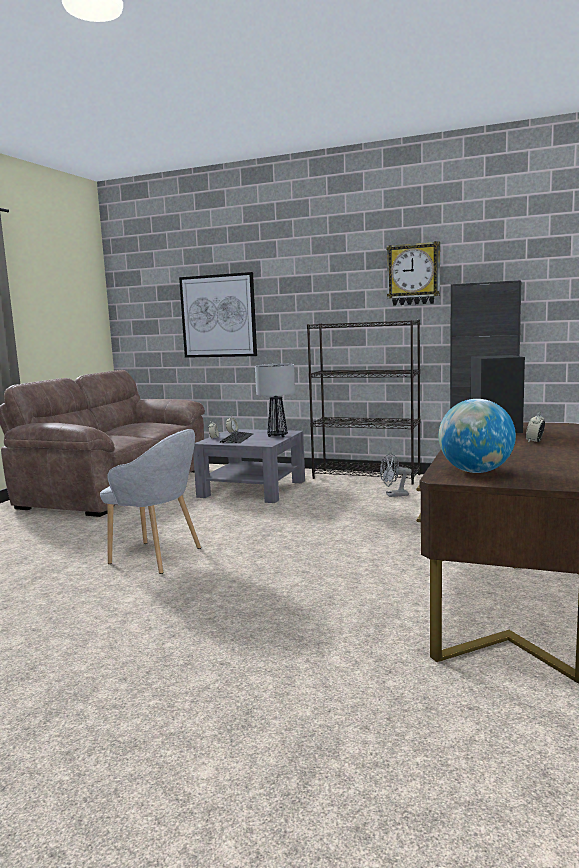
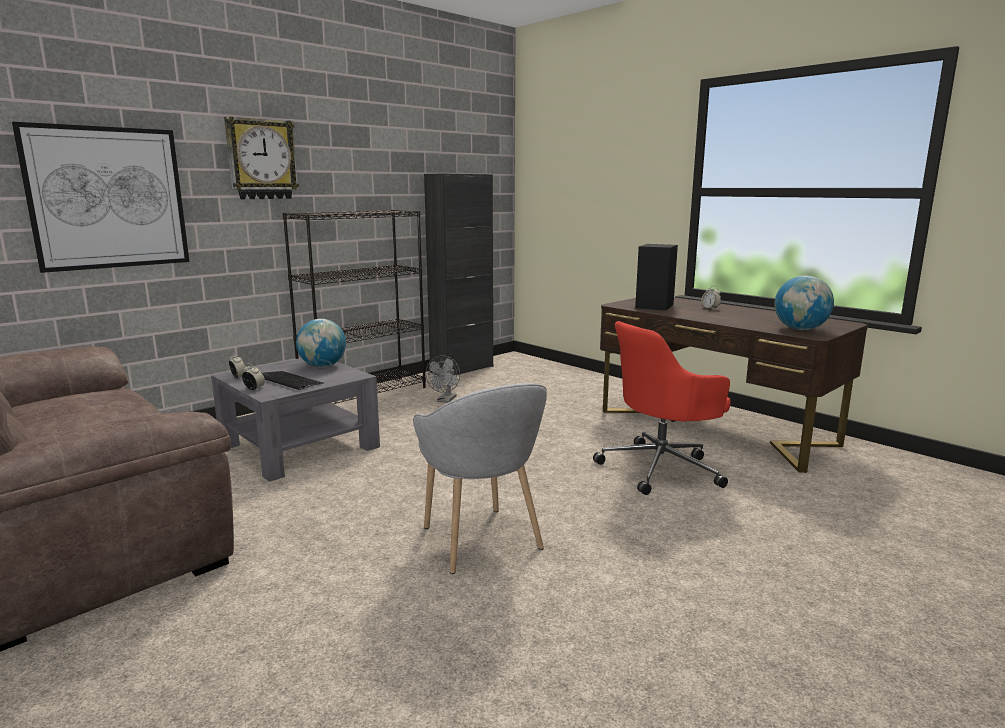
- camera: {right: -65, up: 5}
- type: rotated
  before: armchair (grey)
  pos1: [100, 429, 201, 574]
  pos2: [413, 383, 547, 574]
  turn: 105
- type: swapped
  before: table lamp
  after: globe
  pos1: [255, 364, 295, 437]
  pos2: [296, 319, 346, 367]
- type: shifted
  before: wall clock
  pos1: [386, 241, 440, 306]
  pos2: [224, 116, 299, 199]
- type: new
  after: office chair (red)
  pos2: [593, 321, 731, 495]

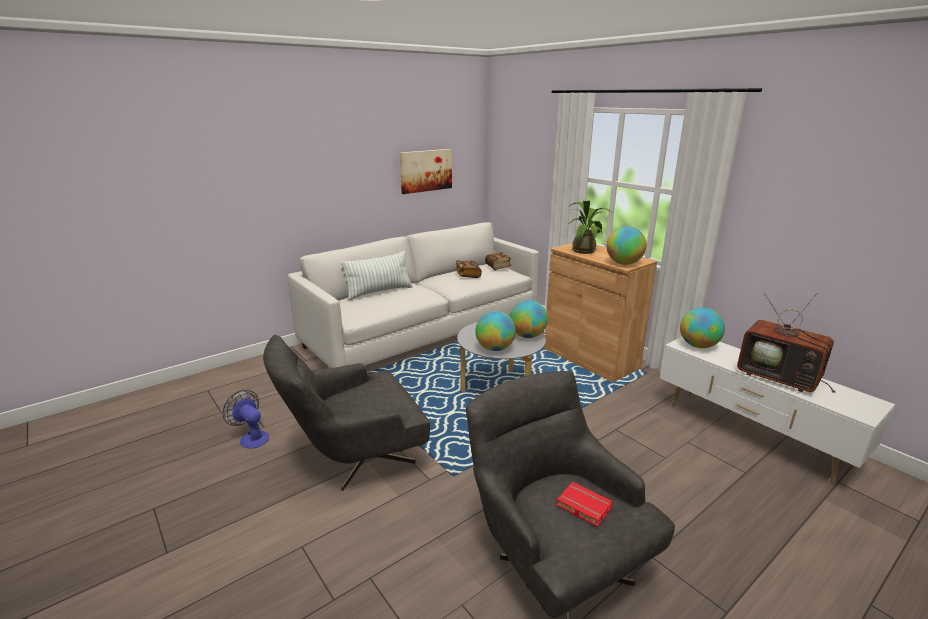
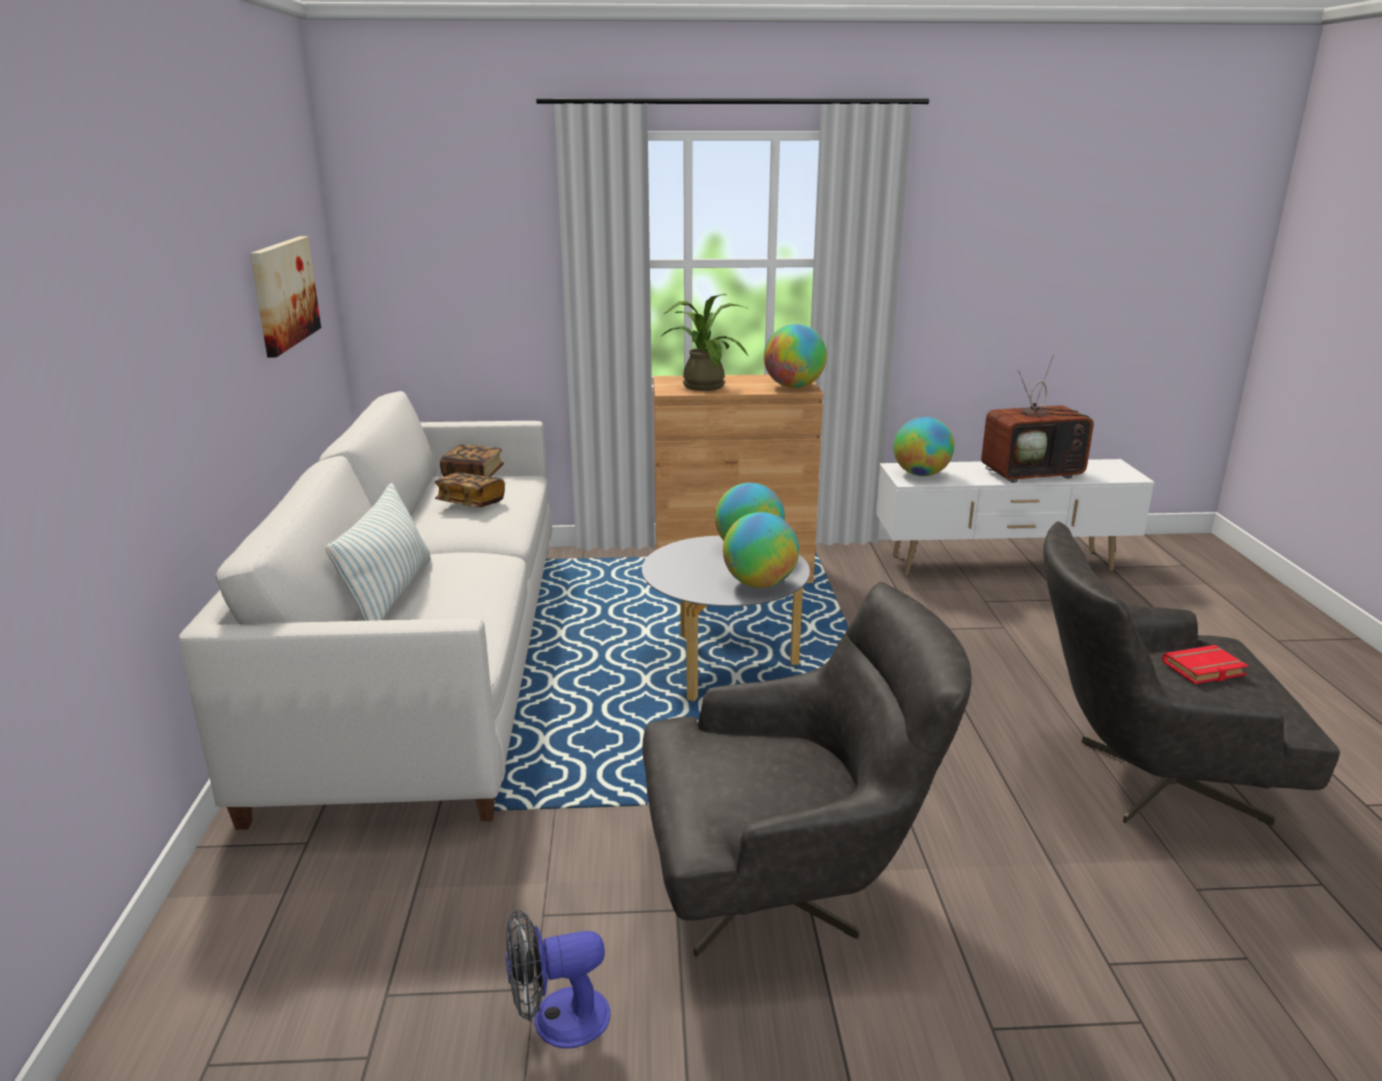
- camera: {right: -55, up: 0}
- type: rotated
  before: armchair (grey)
  pos1: [263, 335, 430, 491]
  pos2: [642, 582, 972, 957]
  turn: -105

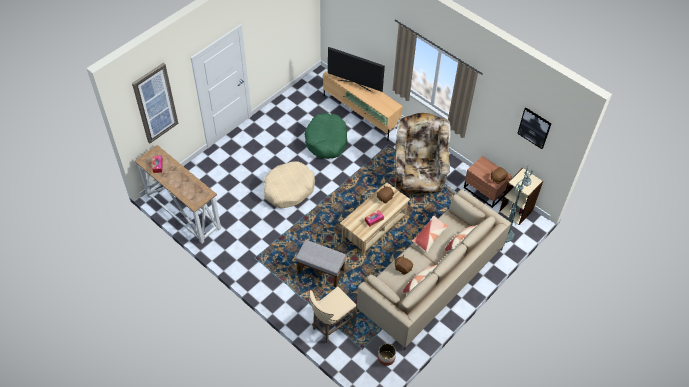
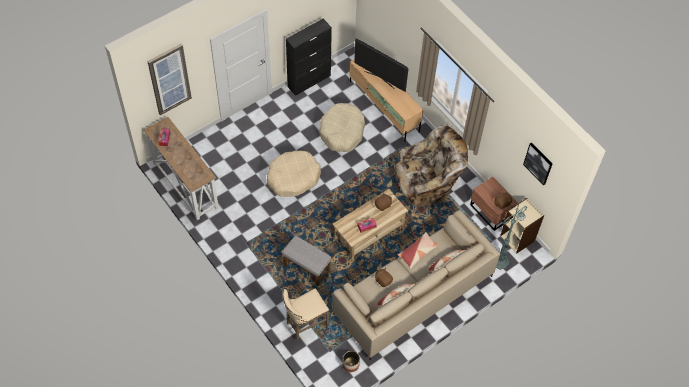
- camera: {right: 10, up: 5}
- type: repainted
  before: dog bed (green)
  after: dog bed (beige)
  pos1: [305, 113, 347, 159]
  pos2: [319, 103, 365, 152]
- type: rotated
  before: armchair (beige)
  pos1: [394, 113, 451, 194]
  pos2: [394, 124, 468, 207]
  turn: 60
- type: new
  after: cabinet (black)
  pos2: [286, 19, 332, 96]

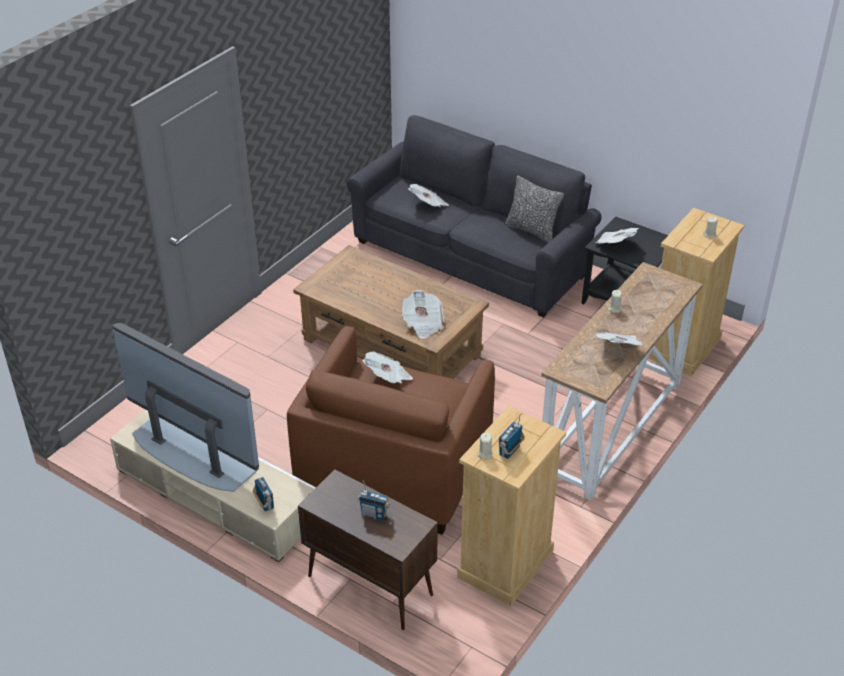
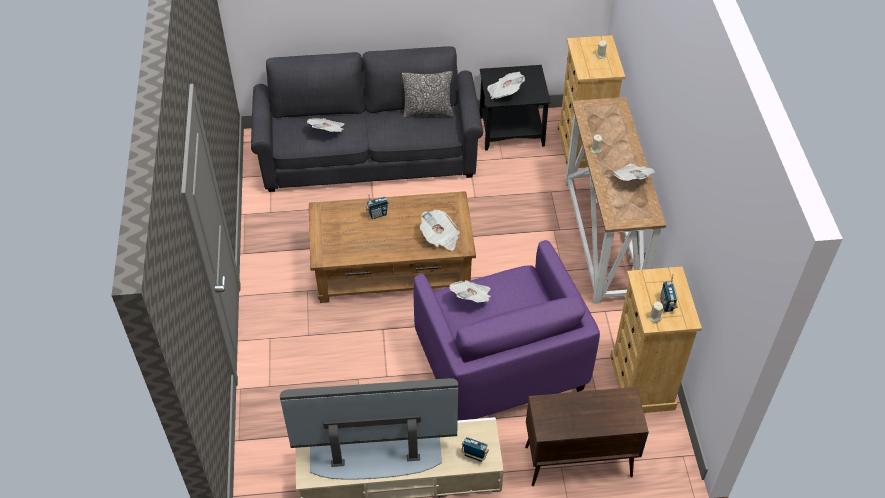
- camera: {right: -40, up: 10}
- type: repainted
  before: armchair (brown)
  after: armchair (purple)
  pos1: [287, 326, 495, 535]
  pos2: [413, 240, 600, 420]
- type: shifted
  before: radio
  pos1: [358, 480, 390, 521]
  pos2: [366, 194, 389, 219]

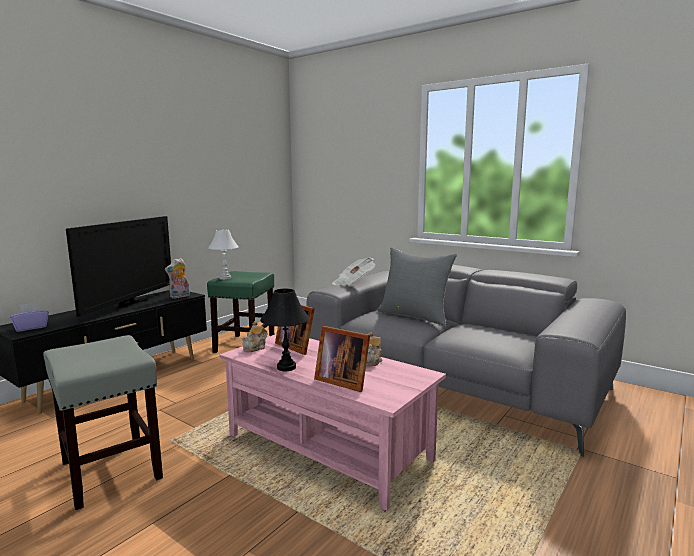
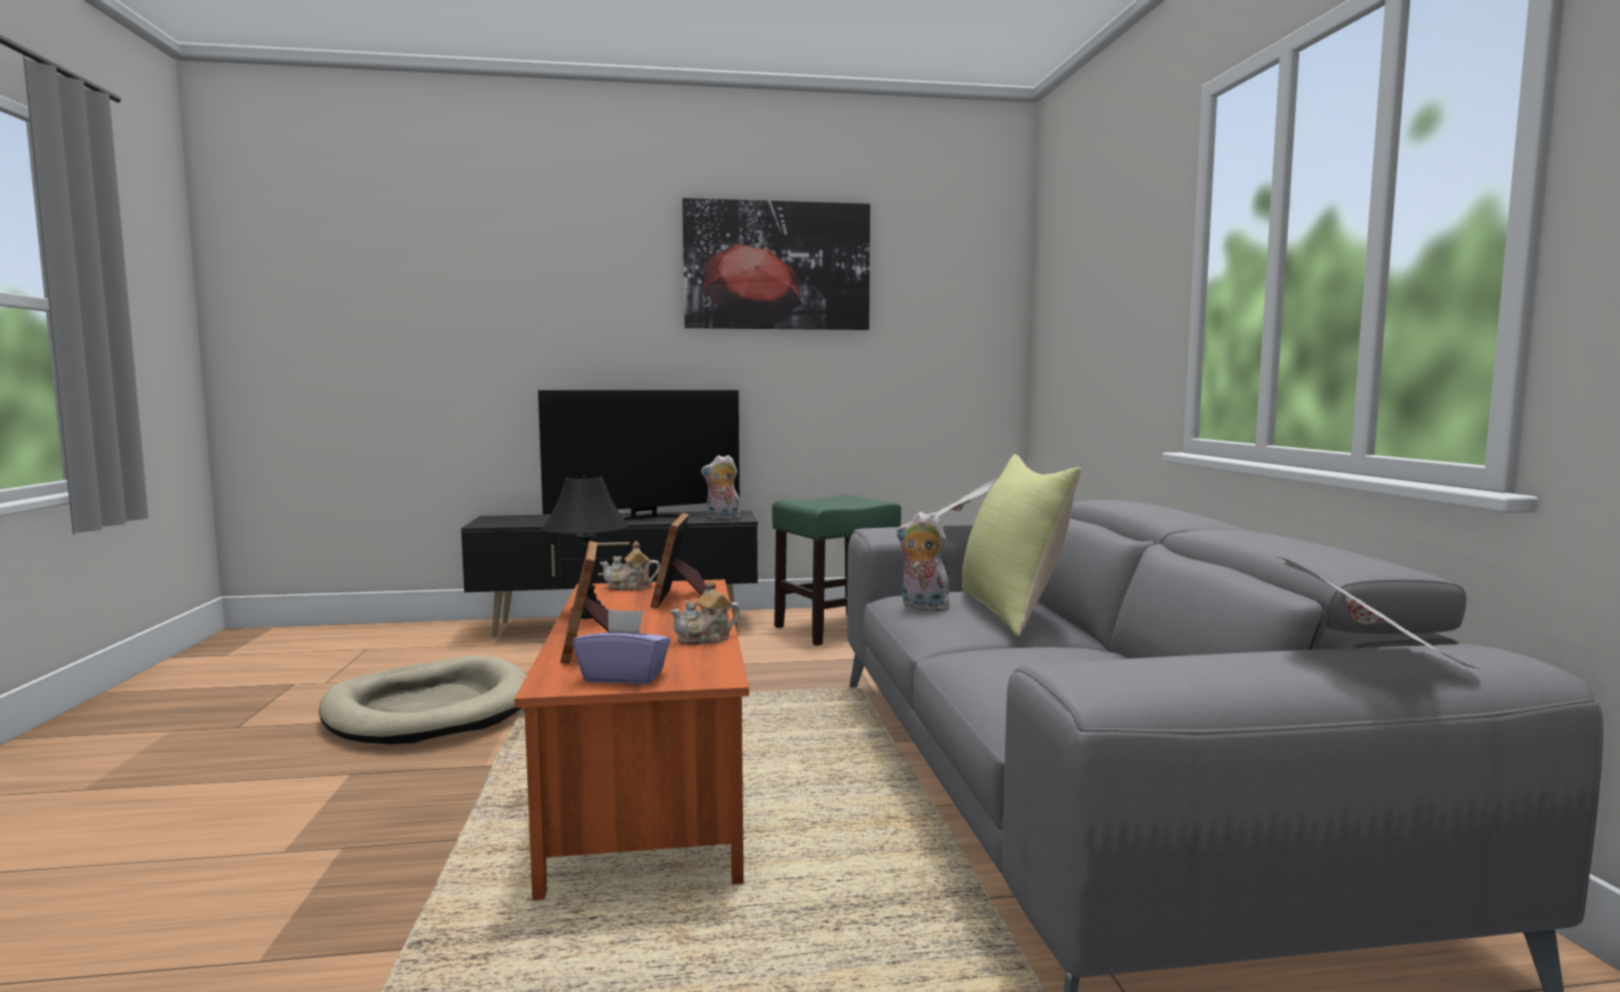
- camera: {right: 45, up: -5}
- type: shifted
  before: tissue box (purple)
  pos1: [10, 303, 49, 332]
  pos2: [573, 609, 671, 684]
- type: swapped
  before: stool (grey)
  after: dog bed (beige)
  pos1: [43, 335, 163, 510]
  pos2: [319, 655, 527, 744]
- type: gone
  before: table lamp (white)
  pos1: [208, 229, 239, 280]
- type: repainted
  before: coffee table (pink)
  after: coffee table (orange)
  pos1: [219, 334, 446, 510]
  pos2: [514, 580, 749, 901]
- type: repainted
  before: pillow (grey)
  after: pillow (yellow)
  pos1: [377, 247, 457, 326]
  pos2: [962, 454, 1081, 636]
- type: new
  after: picture
  pos2: [682, 198, 870, 330]
- type: new
  after: plush toy
  pos2: [896, 512, 950, 612]
- type: new
  after: newspaper
  pos2: [1278, 557, 1480, 669]

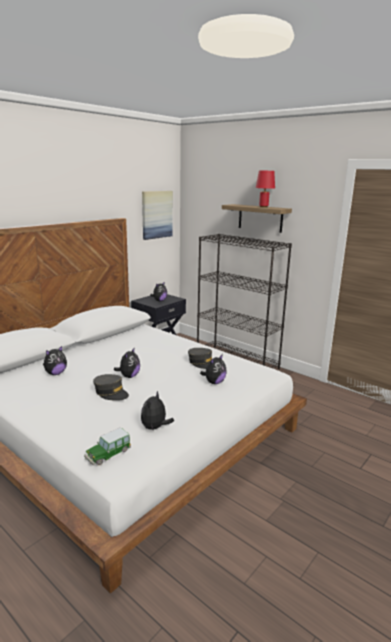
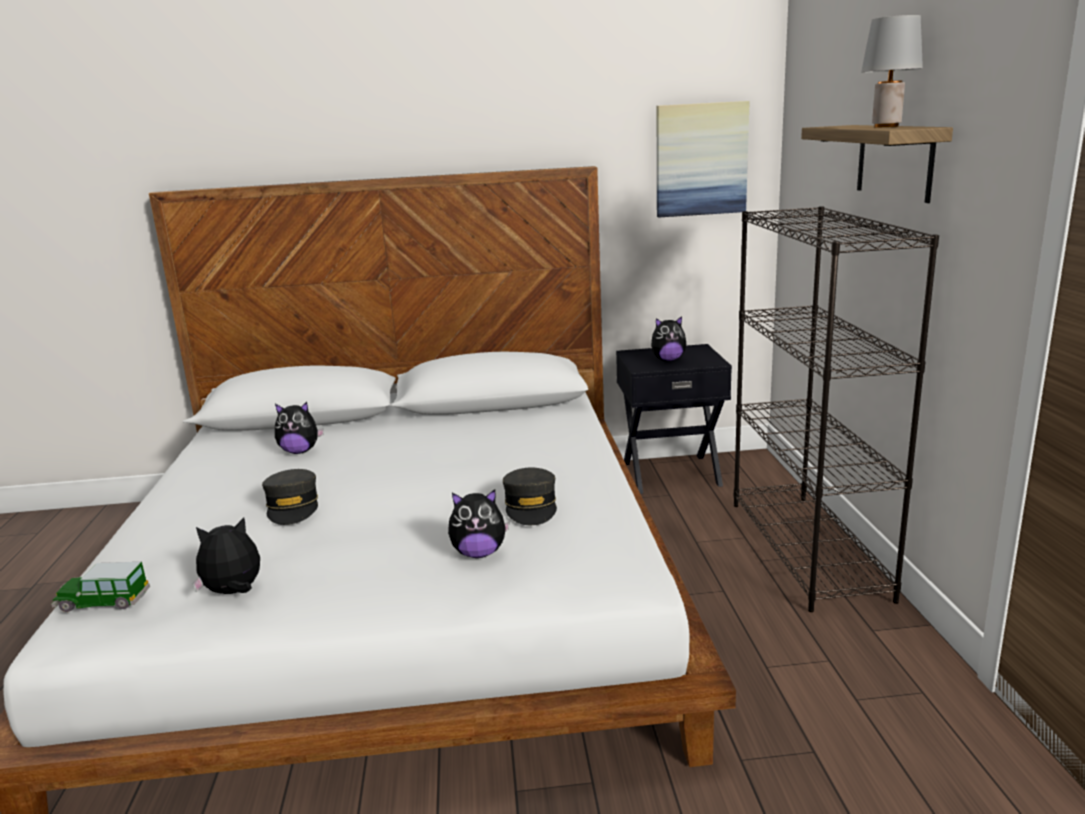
- camera: {right: 45, up: 0}
- type: gone
  before: plush toy
  pos1: [114, 347, 140, 378]
- type: repainted
  before: table lamp (red)
  after: table lamp (grey)
  pos1: [256, 171, 275, 207]
  pos2: [861, 15, 923, 127]

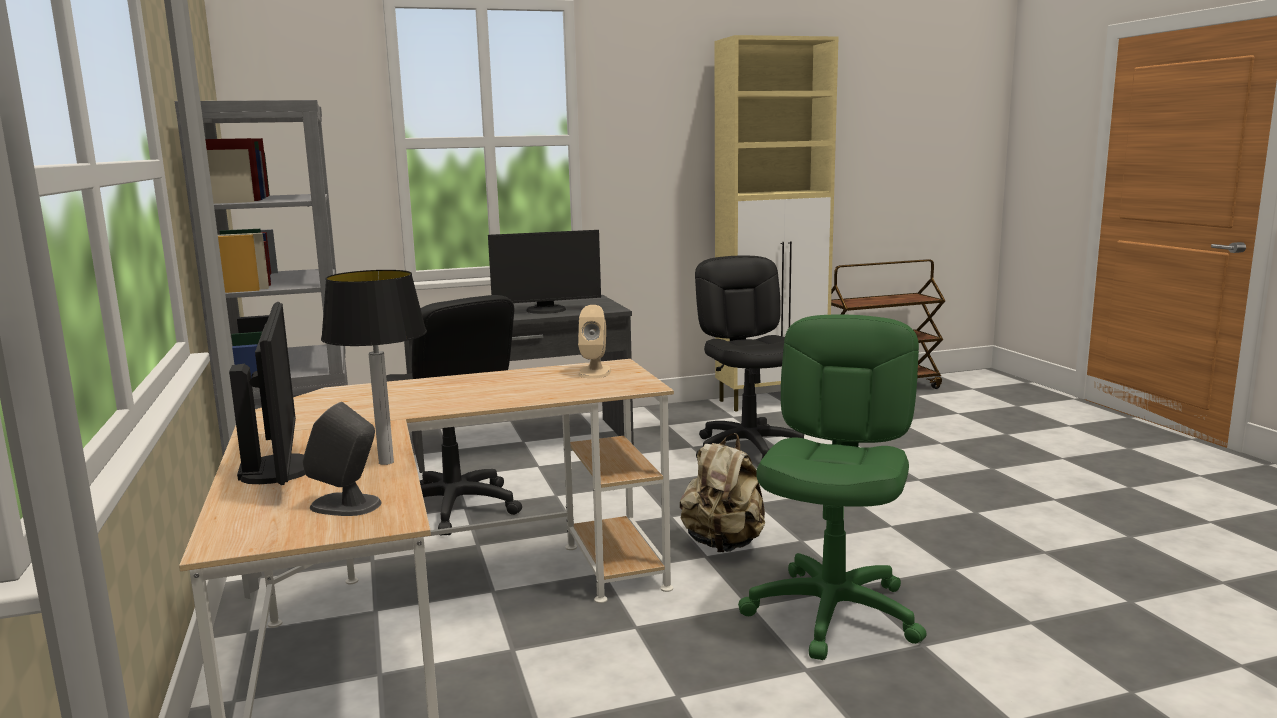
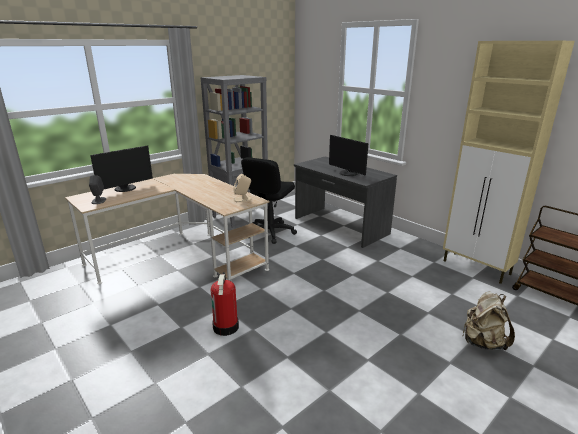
- camera: {right: 65, up: 10}
- type: gone
  before: table lamp
  pos1: [321, 270, 427, 465]
- type: shifted
  before: backpack (beige)
  pos1: [680, 433, 765, 552]
  pos2: [462, 291, 515, 351]
- type: gone
  before: office chair (black)
  pos1: [695, 256, 804, 460]
- type: swapped
  before: office chair (green)
  after: fire extinguisher
  pos1: [738, 314, 927, 660]
  pos2: [211, 272, 239, 336]

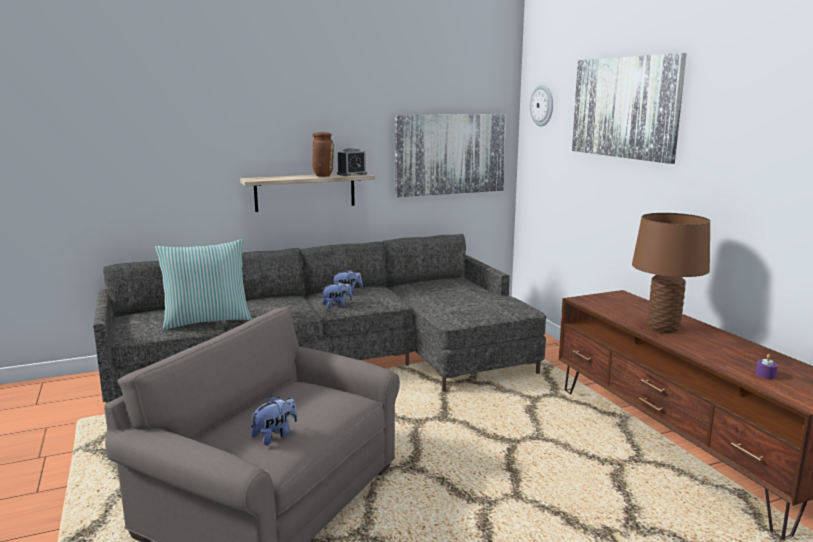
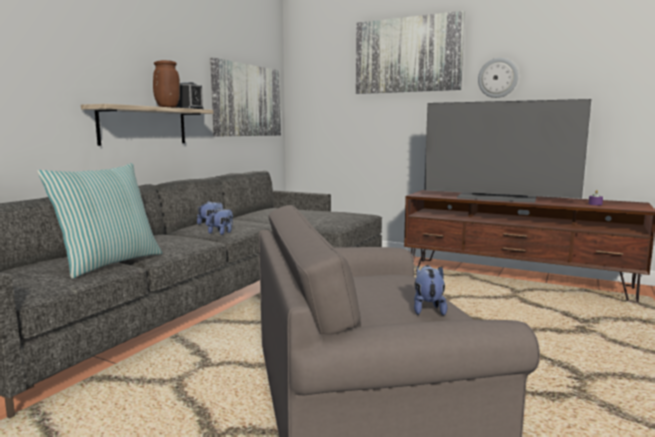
- camera: {right: -40, up: -5}
- type: shifted
  before: wall clock
  pos1: [530, 85, 553, 126]
  pos2: [478, 58, 518, 98]
- type: swapped
  before: table lamp (brown)
  after: television
  pos1: [632, 213, 710, 333]
  pos2: [424, 99, 591, 203]

